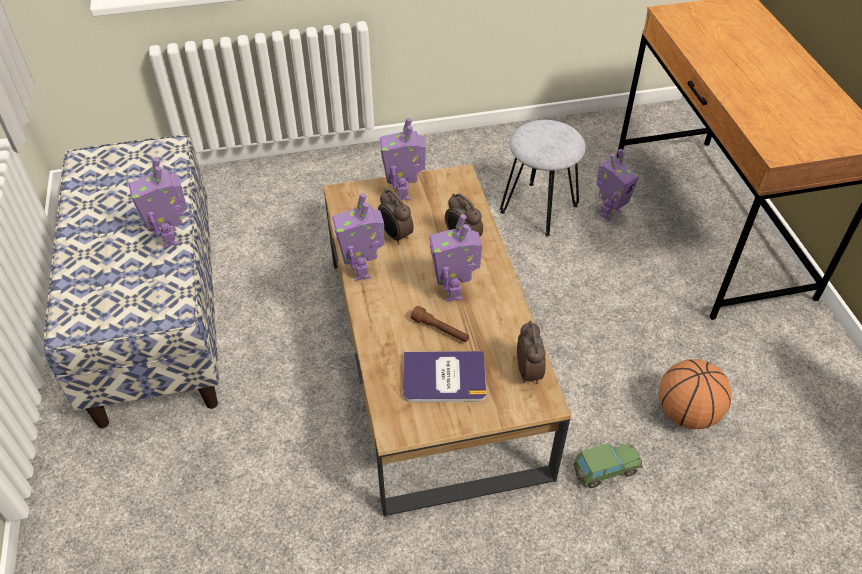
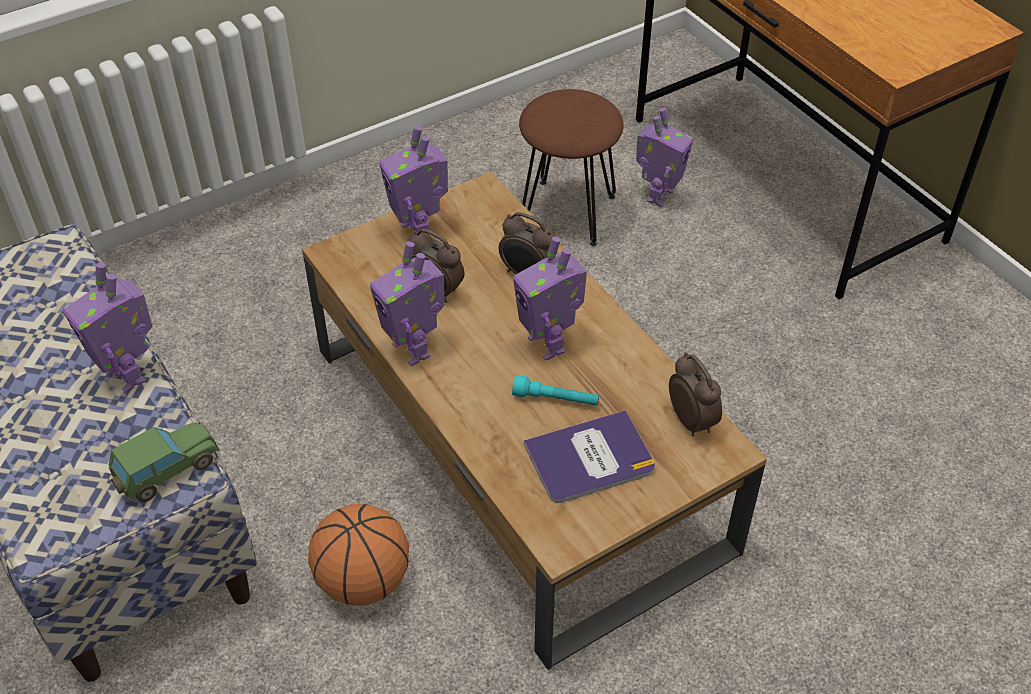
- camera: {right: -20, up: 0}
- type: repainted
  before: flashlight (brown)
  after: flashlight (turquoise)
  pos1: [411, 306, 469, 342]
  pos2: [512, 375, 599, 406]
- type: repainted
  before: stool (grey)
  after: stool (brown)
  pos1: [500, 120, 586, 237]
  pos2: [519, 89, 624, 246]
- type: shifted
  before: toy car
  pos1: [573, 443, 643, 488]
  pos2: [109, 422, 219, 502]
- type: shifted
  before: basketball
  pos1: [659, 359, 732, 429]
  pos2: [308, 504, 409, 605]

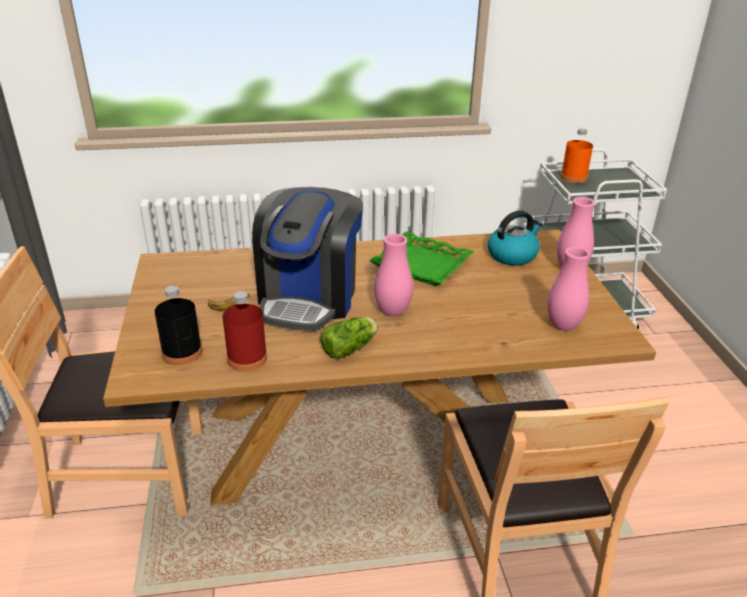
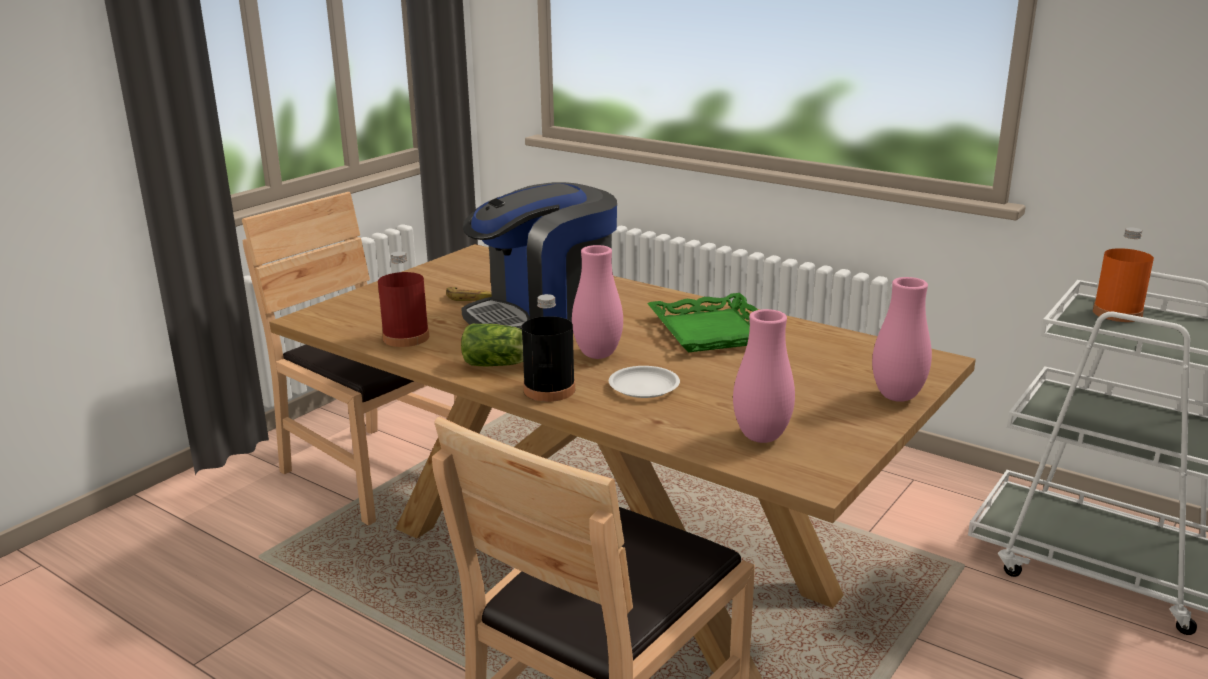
- camera: {right: 45, up: -10}
- type: shifted
  before: bottle (black)
  pos1: [155, 286, 202, 365]
  pos2: [522, 294, 575, 402]
- type: gone
  before: kettle
  pos1: [488, 210, 543, 266]
- type: new
  after: plate (white)
  pos2: [609, 366, 680, 398]

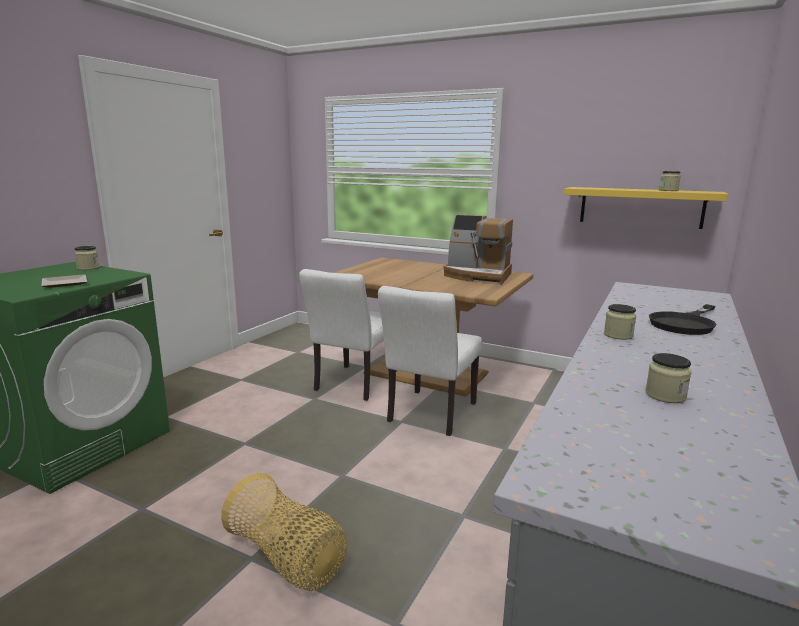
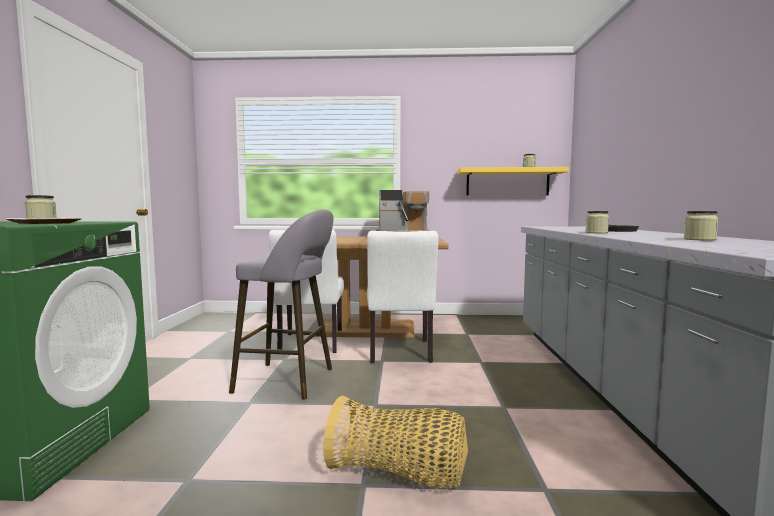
- camera: {right: -25, up: -10}
- type: new
  after: stool (grey)
  pos2: [229, 209, 334, 400]

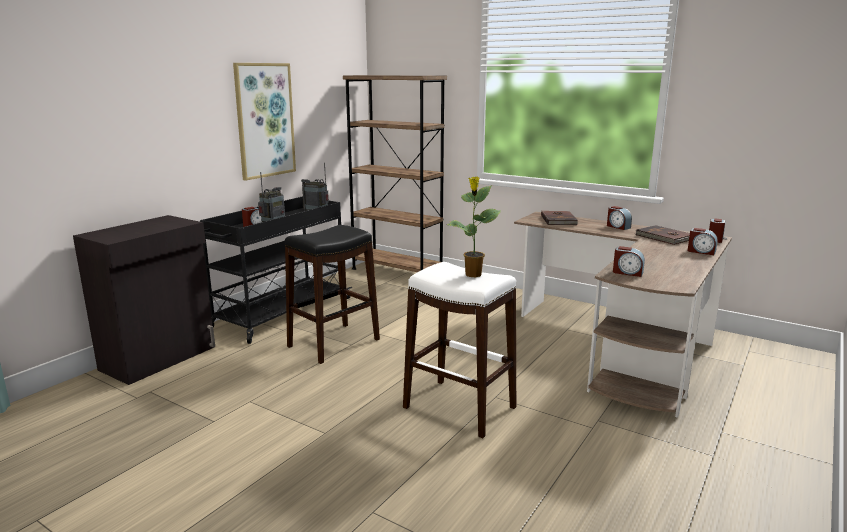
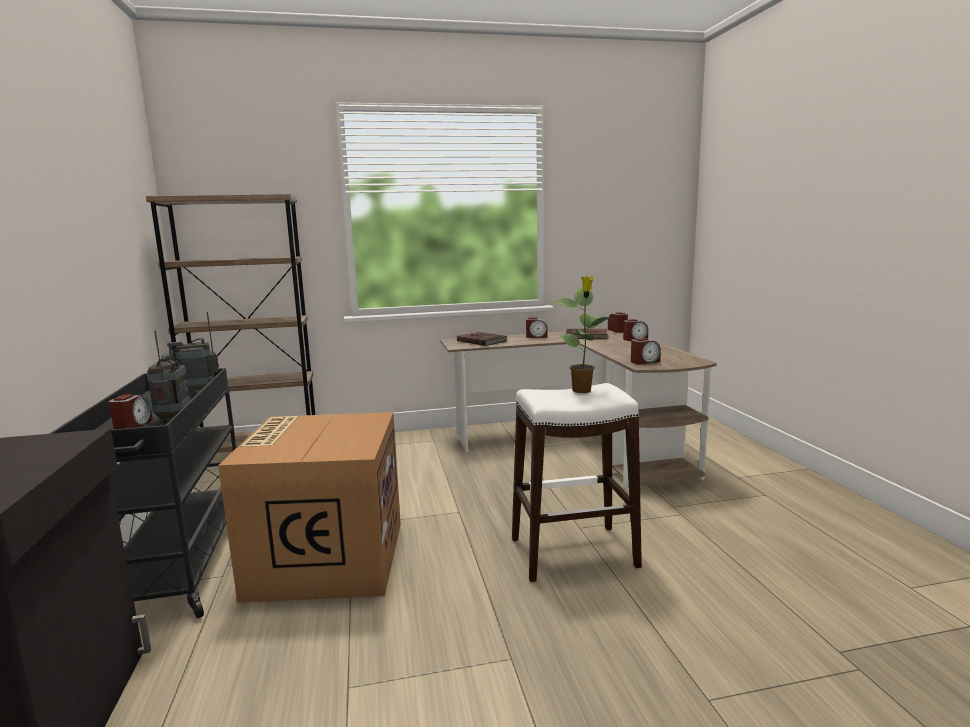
- camera: {right: -45, up: -5}
- type: gone
  before: picture
  pos1: [233, 63, 296, 181]
- type: swapped
  before: stool (black)
  after: cardboard box
  pos1: [285, 225, 380, 364]
  pos2: [218, 412, 401, 603]

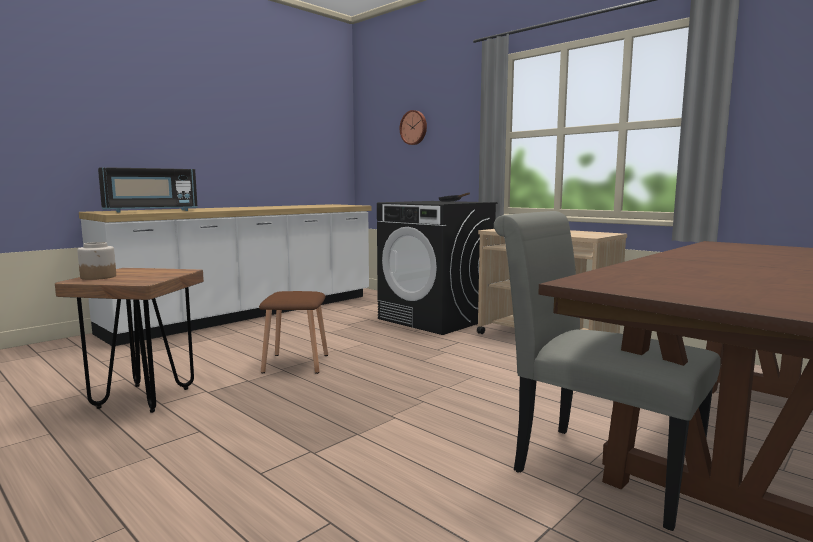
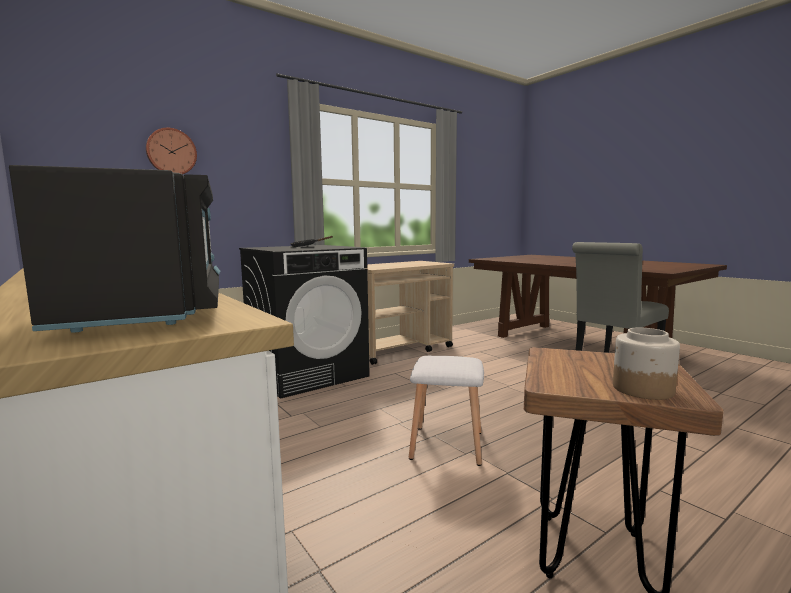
- camera: {right: -80, up: 0}
- type: repainted
  before: stool (brown)
  after: stool (white)
  pos1: [259, 291, 328, 374]
  pos2: [409, 356, 484, 466]

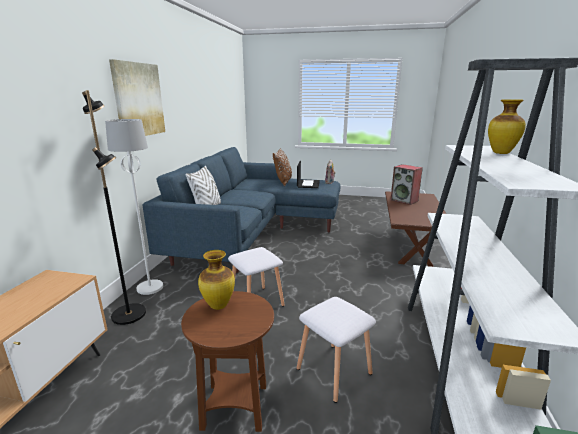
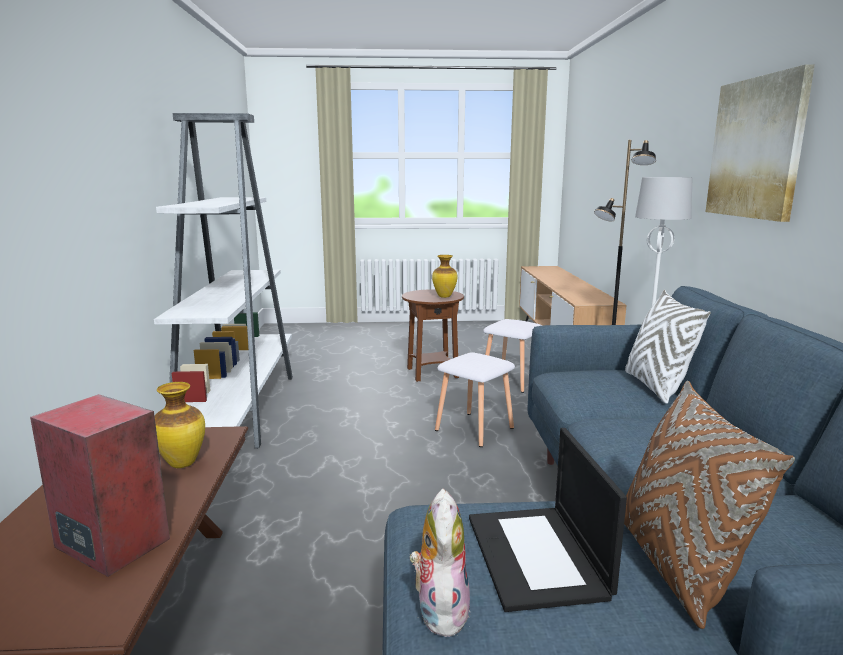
- camera: {right: 165, up: -5}
- type: shifted
  before: stool (white)
  pos1: [297, 297, 376, 403]
  pos2: [483, 319, 542, 393]
- type: shifted
  before: vase
  pos1: [488, 99, 526, 154]
  pos2: [155, 382, 205, 468]

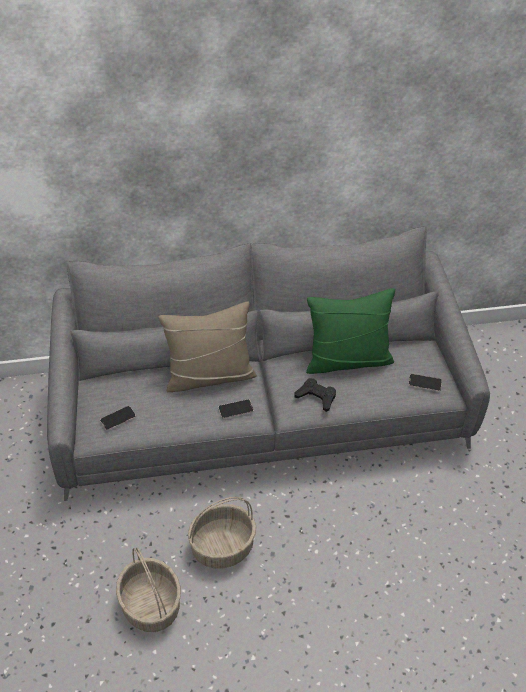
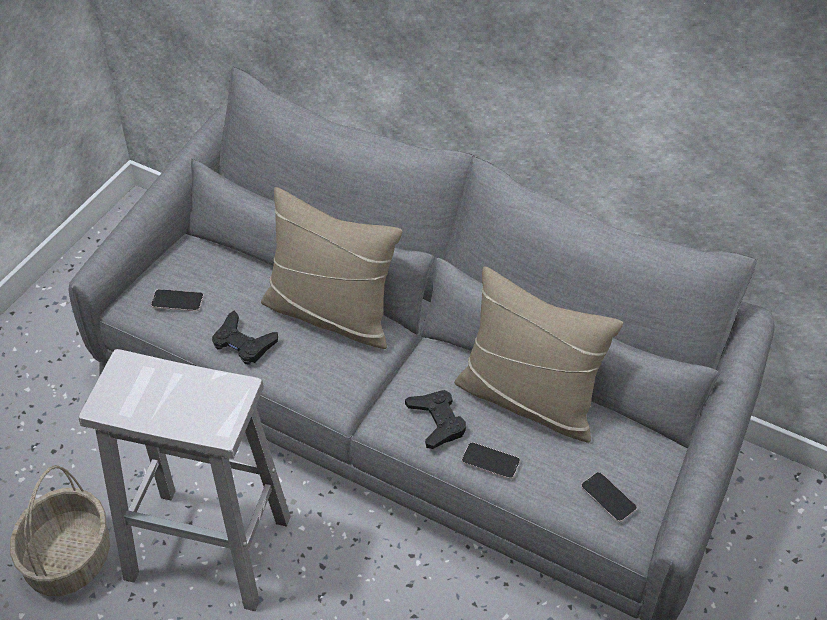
- camera: {right: 40, up: 0}
- type: swapped
  before: basket
  after: stool (white)
  pos1: [188, 497, 256, 568]
  pos2: [79, 349, 290, 611]
- type: shifted
  before: phone
  pos1: [218, 399, 253, 419]
  pos2: [462, 442, 520, 479]
- type: repainted
  before: pillow (green)
  after: pillow (beige)
  pos1: [306, 288, 395, 374]
  pos2: [454, 267, 623, 443]
- type: new
  after: game controller (black)
  pos2: [212, 311, 278, 365]

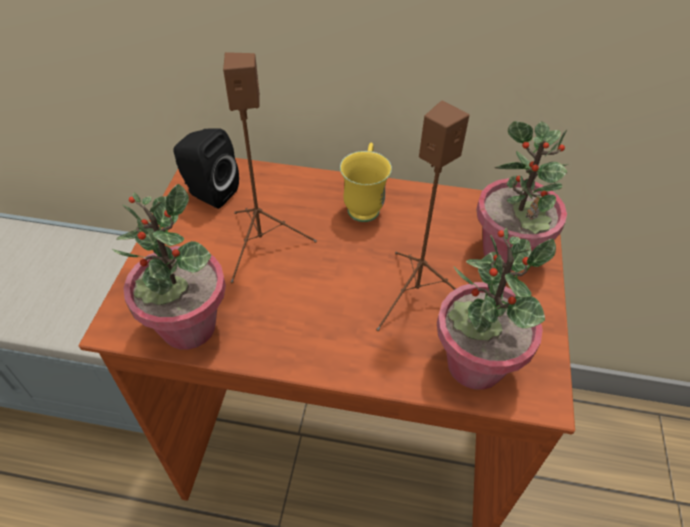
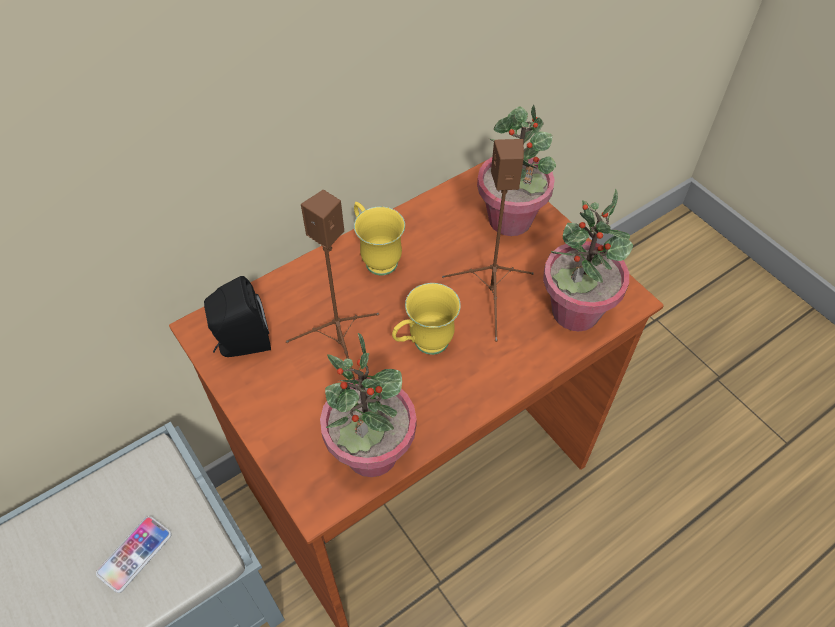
- camera: {right: -45, up: 5}
- type: new
  after: phone
  pos2: [96, 516, 172, 593]
- type: new
  after: mug (yellow)
  pos2: [392, 283, 461, 355]

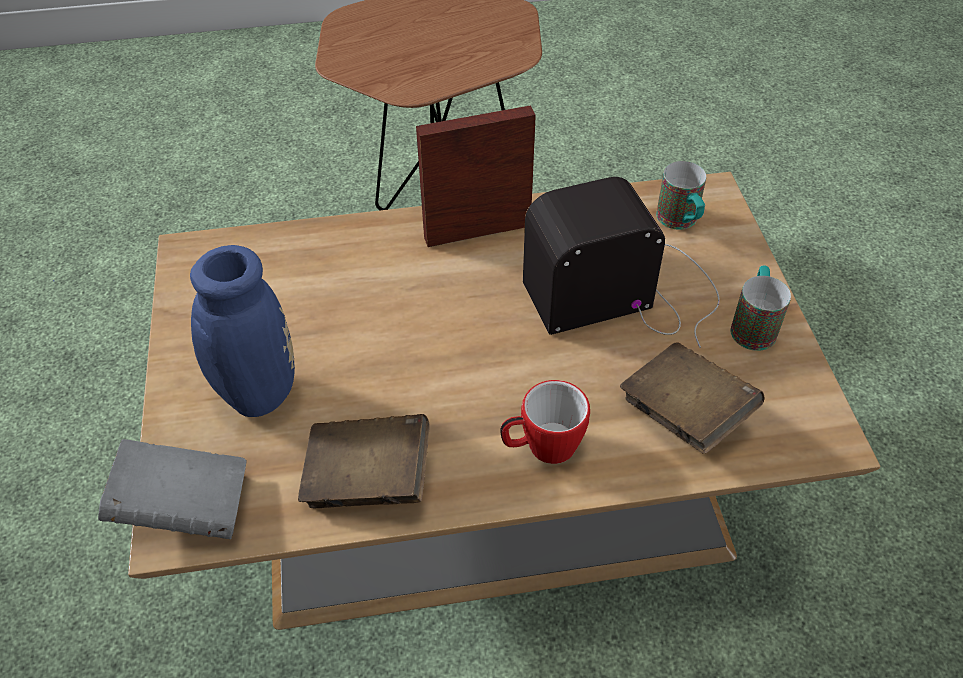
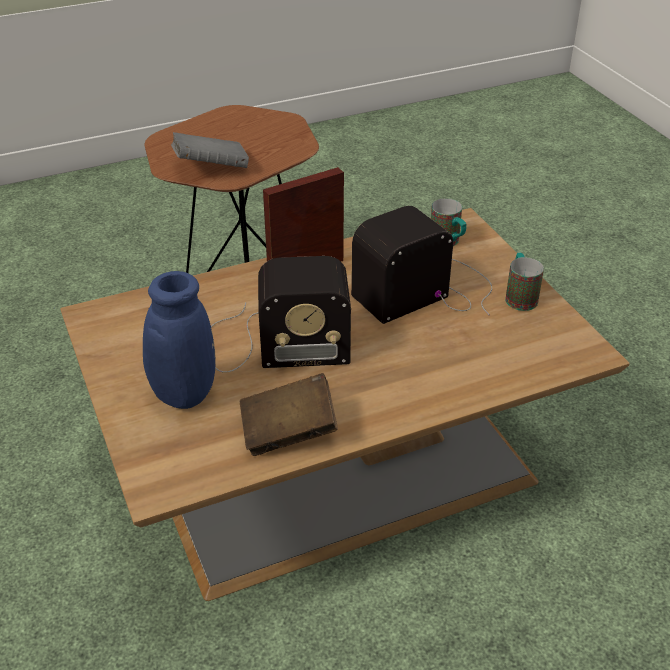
- camera: {right: -15, up: -10}
- type: shifted
  before: book (grey)
  pos1: [98, 439, 247, 539]
  pos2: [171, 132, 249, 168]
- type: gone
  before: mug
  pos1: [500, 380, 590, 464]
- type: gone
  before: book (brown)
  pos1: [620, 342, 765, 454]
- type: new
  after: radio
  pos2: [211, 256, 351, 373]

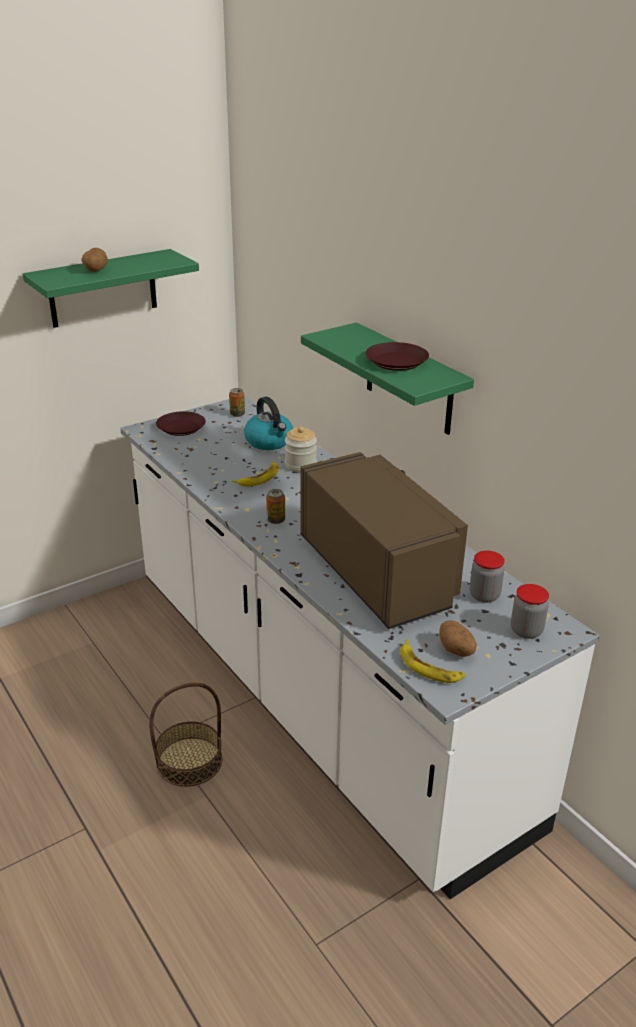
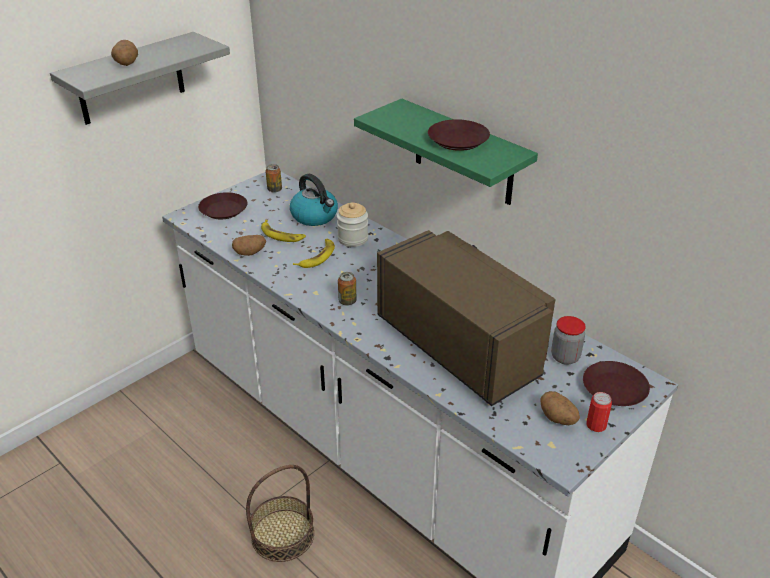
- camera: {right: -10, up: 5}
- type: repainted
  before: shelf (green)
  after: shelf (grey)
  pos1: [23, 249, 199, 328]
  pos2: [50, 32, 230, 125]
- type: shifted
  before: banana
  pos1: [400, 639, 466, 683]
  pos2: [261, 220, 306, 242]
- type: swapped
  before: jar
  after: plate (brown)
  pos1: [511, 584, 549, 639]
  pos2: [583, 361, 650, 406]
- type: new
  after: potato
  pos2: [232, 235, 266, 256]
- type: new
  after: can
  pos2: [586, 392, 612, 432]

